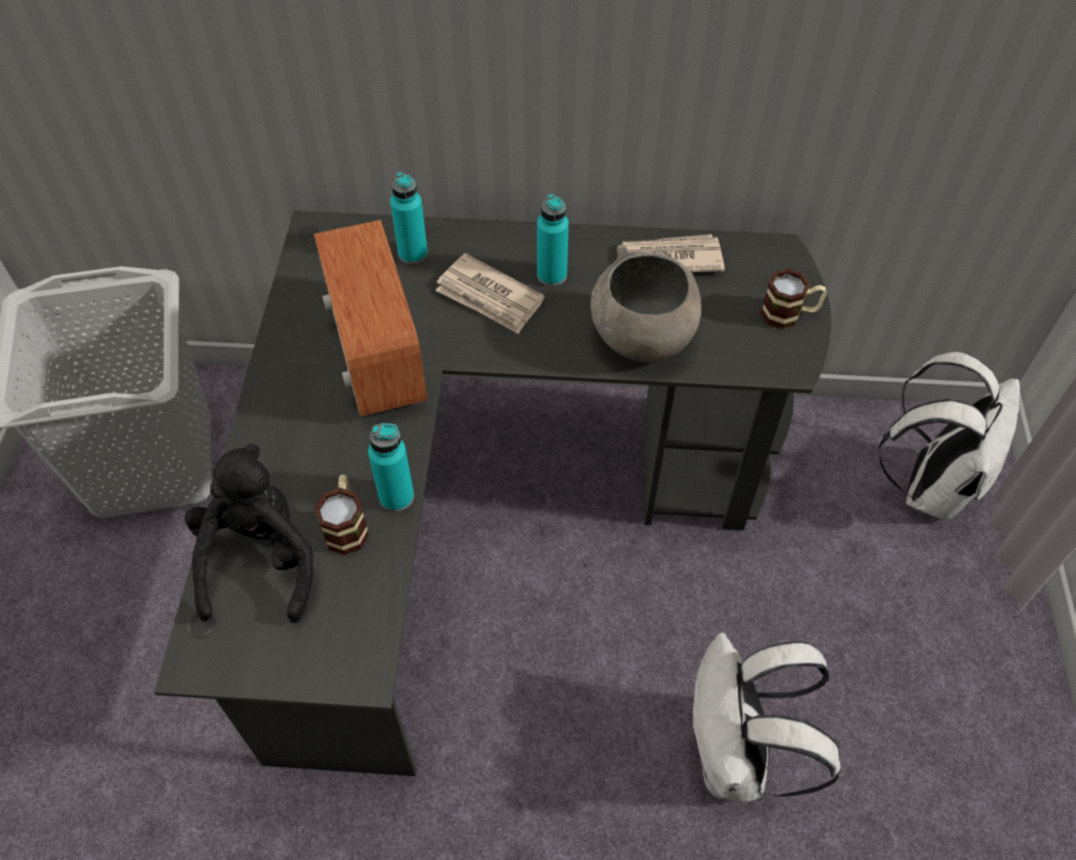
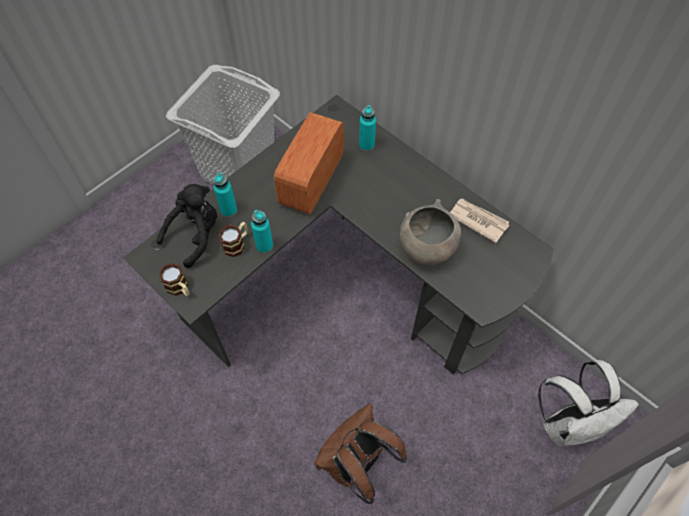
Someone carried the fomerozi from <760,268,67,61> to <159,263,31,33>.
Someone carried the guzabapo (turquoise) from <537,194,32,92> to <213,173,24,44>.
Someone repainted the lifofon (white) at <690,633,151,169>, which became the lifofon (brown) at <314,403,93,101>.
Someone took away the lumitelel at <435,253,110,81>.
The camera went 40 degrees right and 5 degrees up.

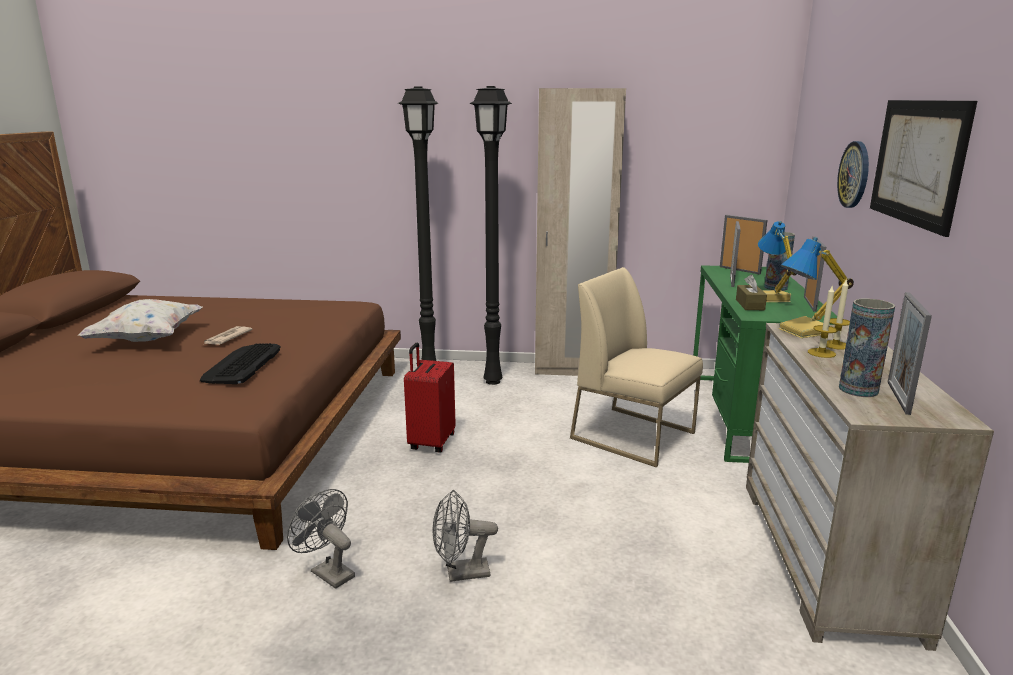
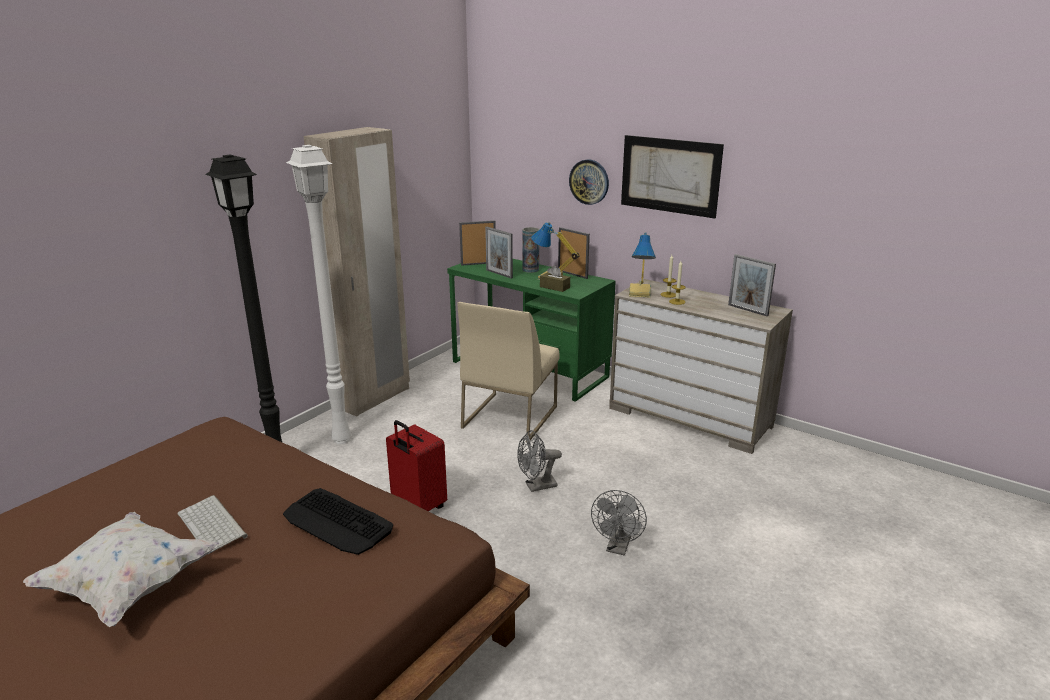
Someone swapped the lumitelel at <204,326,48,19> for the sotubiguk at <177,495,71,59>.
Someone repainted the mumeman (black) at <469,86,43,299>, which became the mumeman (white) at <286,145,66,299>.
Someone rotated the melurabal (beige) at <570,267,133,200> by 45 degrees counterclockwise.
Someone carried the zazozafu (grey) from <287,489,68,100> to <517,430,45,62>.
Someone took away the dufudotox at <839,298,56,99>.
The camera went 60 degrees left and 5 degrees up.

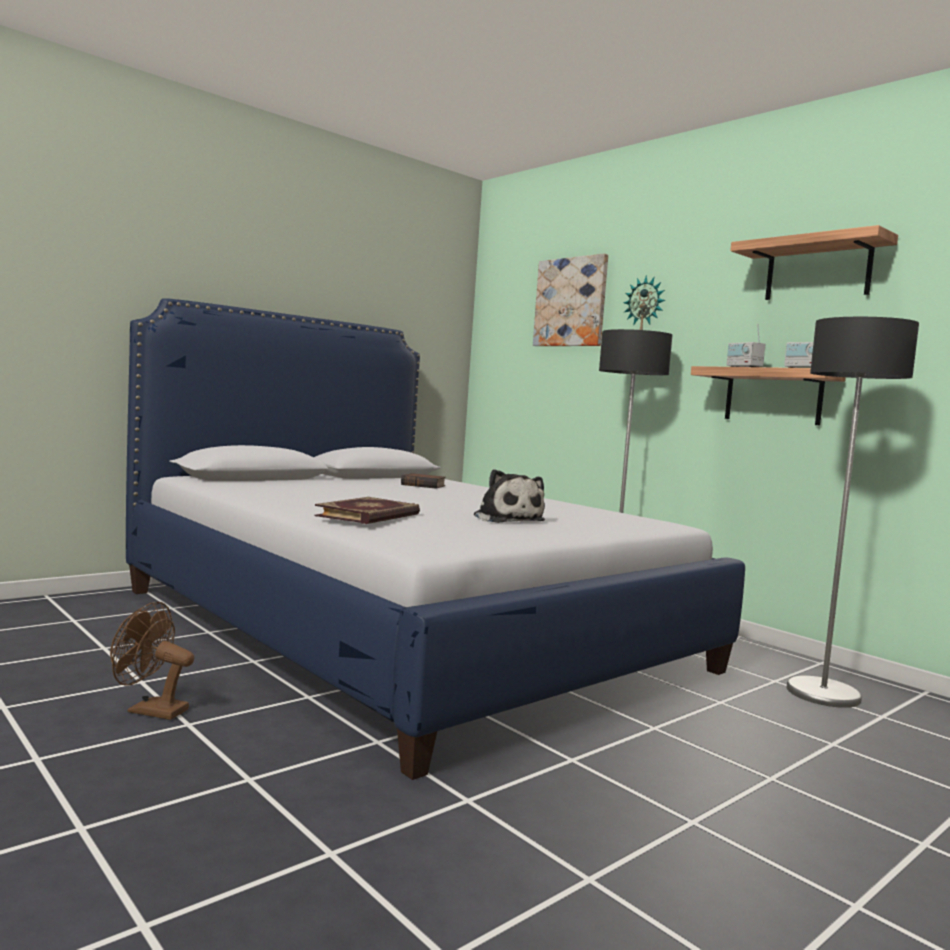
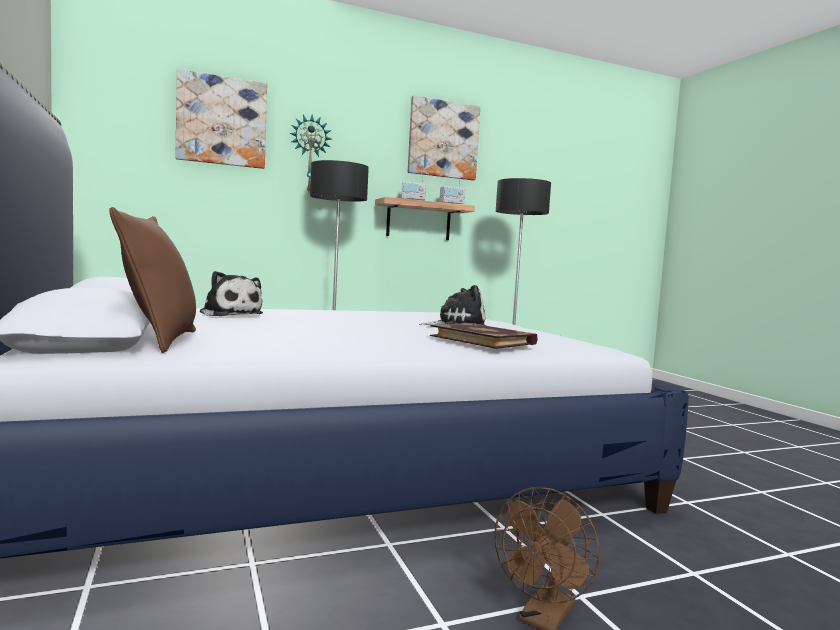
Someone put down the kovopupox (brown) at <109,207,87,146>.
Someone swapped the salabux at <401,473,45,16> for the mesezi at <200,271,63,45>.
Someone swapped the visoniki at <730,225,168,75> for the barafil at <408,95,72,85>.
The camera went 70 degrees left and 0 degrees up.

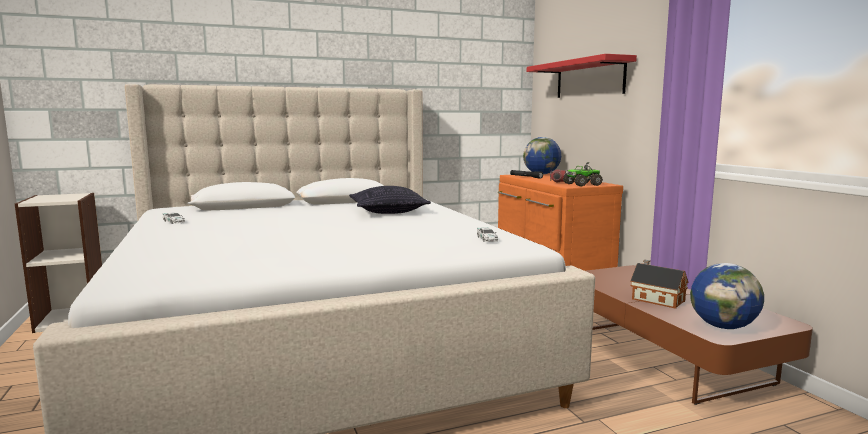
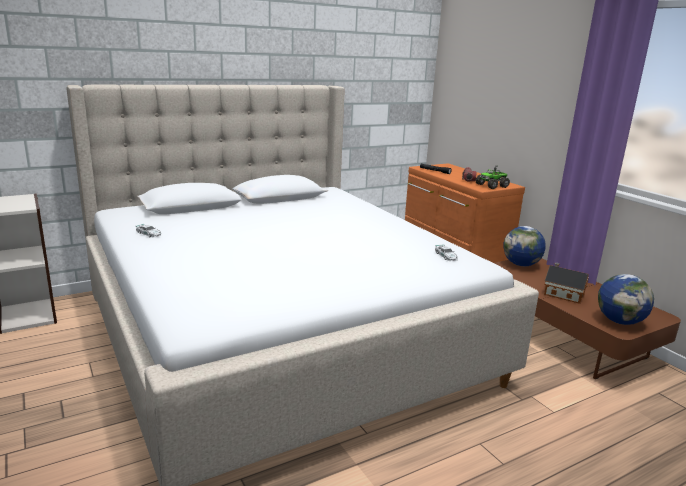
Someone carried the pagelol from <523,137,38,38> to <503,226,43,40>.
Someone took away the kovopupox at <349,186,82,28>.
Someone took away the visoniki (red) at <527,54,110,44>.
The camera went 10 degrees left and 10 degrees up.

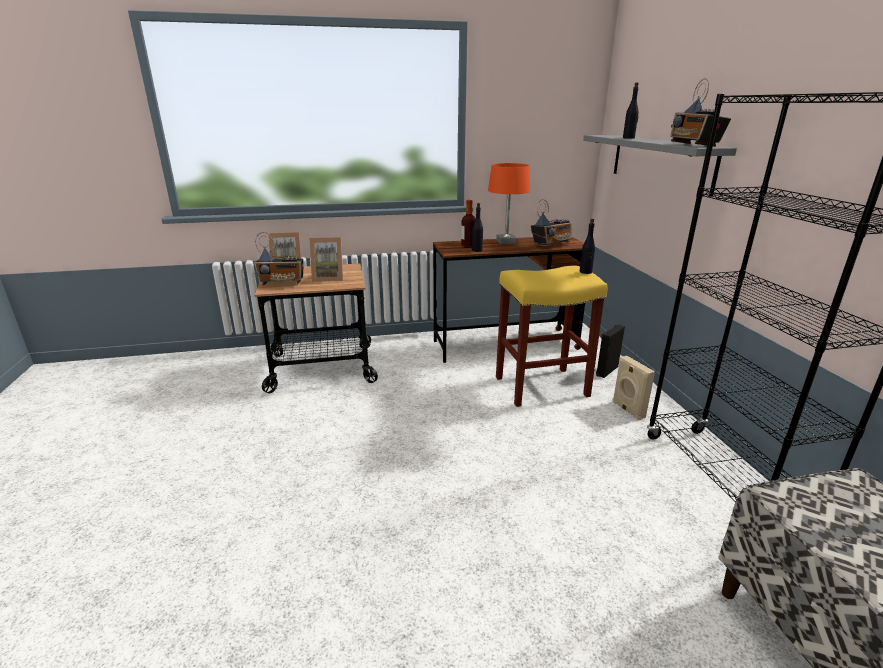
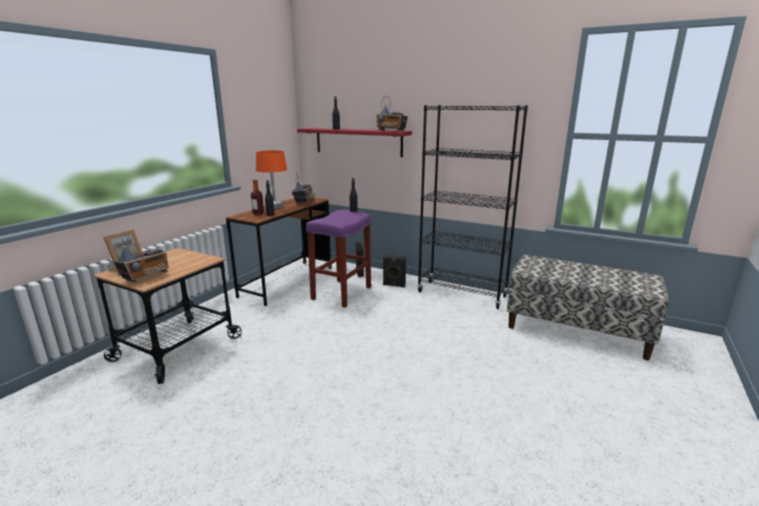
Someone repainted the visoniki (grey) at <583,135,154,62>, which became the visoniki (red) at <297,128,115,29>.
Someone repainted the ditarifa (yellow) at <496,265,111,142>, which became the ditarifa (purple) at <306,210,65,98>.
Someone repainted the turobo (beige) at <612,356,43,64>, which became the turobo (black) at <383,255,23,33>.
Someone took away the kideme at <310,237,33,45>.
The camera went 50 degrees left and 5 degrees down.

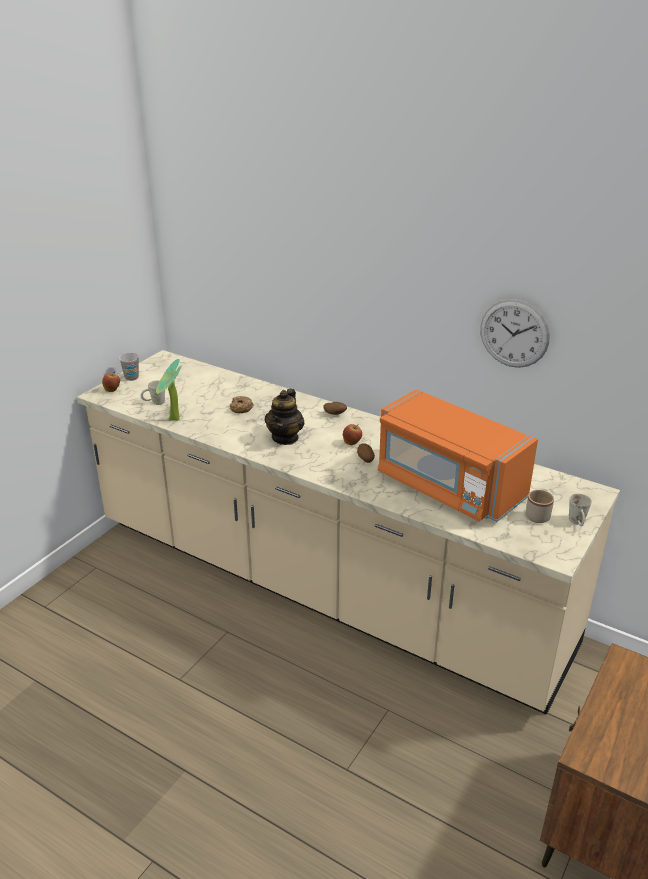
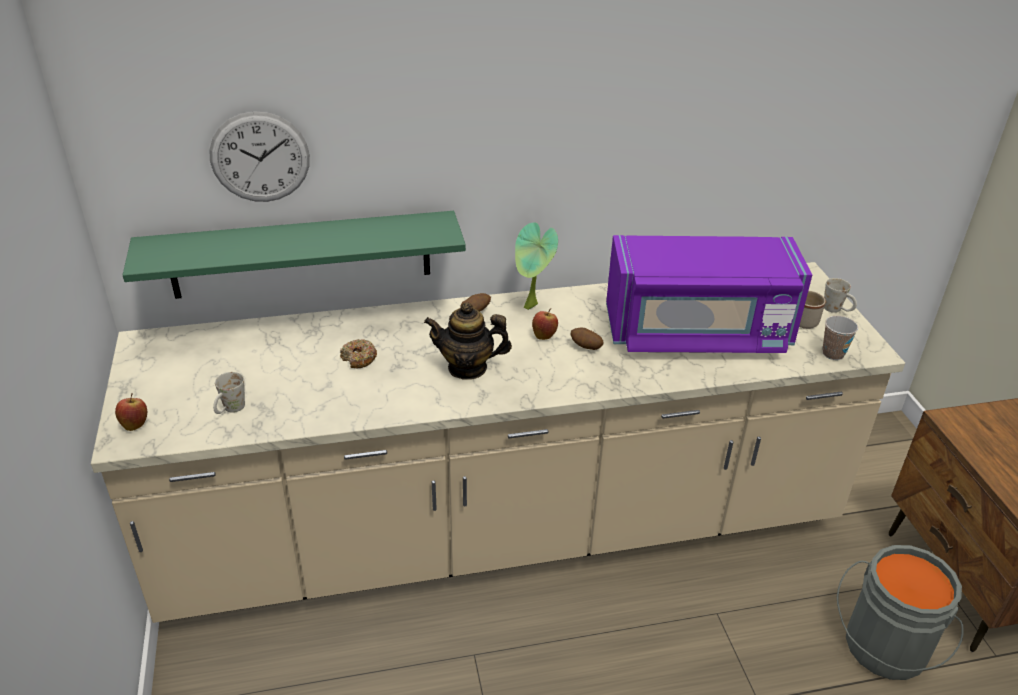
Someone put up the visoniki (green) at <123,211,343,88>.
Someone carried the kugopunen from <480,299,70,69> to <209,111,101,91>.
Someone rotated the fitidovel at <265,389,40,56> by 120 degrees clockwise.
Someone carried the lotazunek from <156,359,26,62> to <515,222,43,88>.
Someone repainted the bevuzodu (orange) at <378,389,160,133>, which became the bevuzodu (purple) at <606,235,206,118>.
Someone carried the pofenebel from <119,353,20,28> to <823,316,35,44>.
Someone put down the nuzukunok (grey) at <837,545,127,135>.
The camera went 45 degrees left and 5 degrees up.

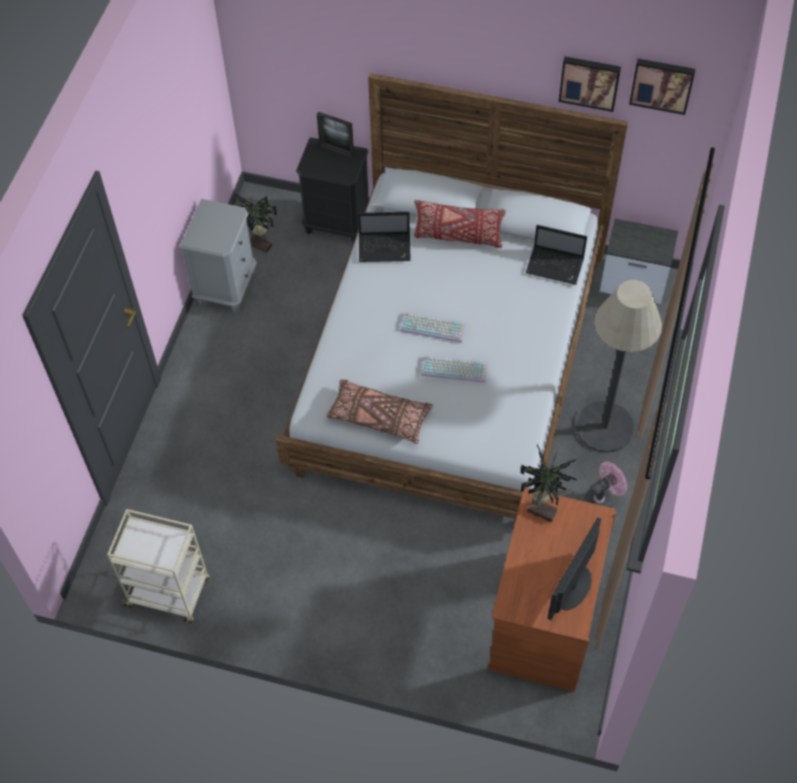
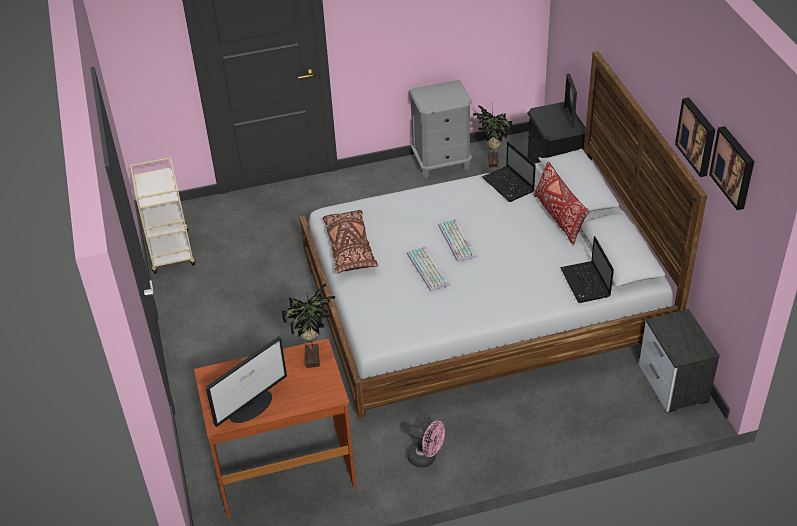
Someone rotated the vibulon at <547,517,54,103> by 135 degrees clockwise.
Someone took away the mumeman at <576,280,86,173>.
The camera went 60 degrees right and 15 degrees down.

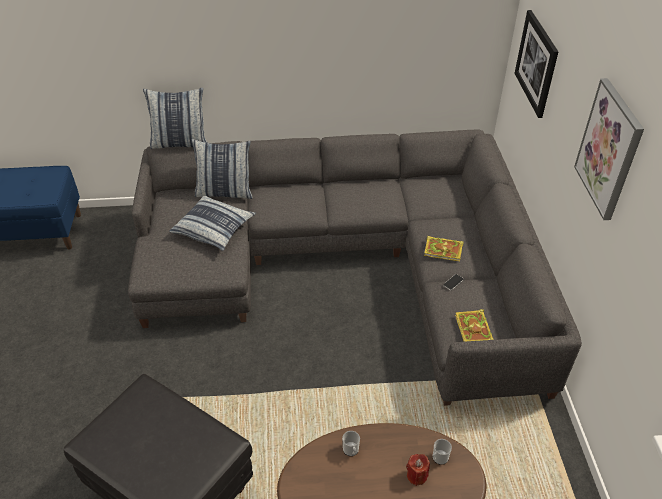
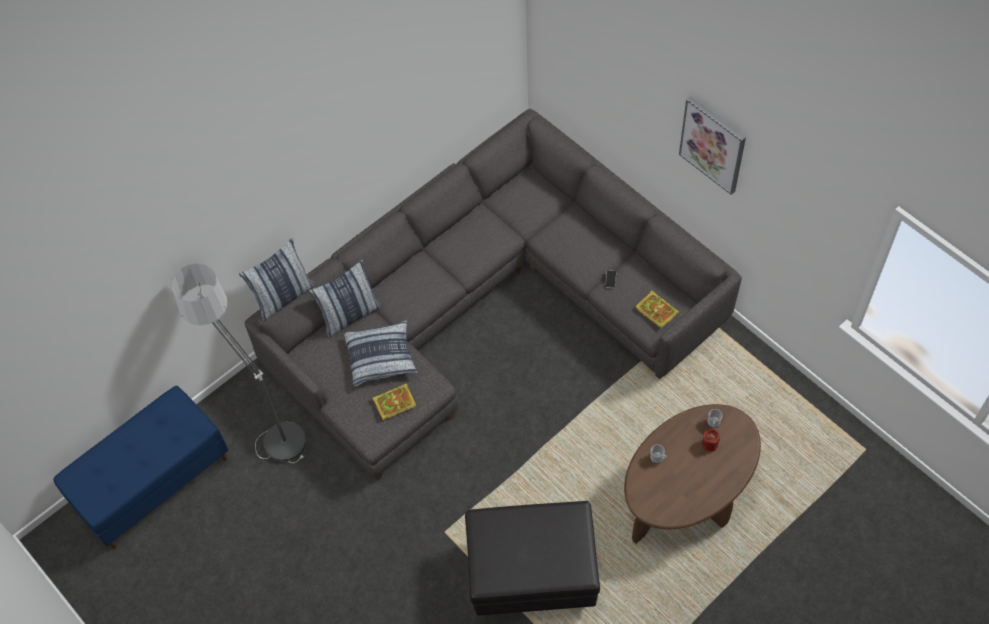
Someone put down the mumeman at <172,264,134,199>.
Someone carried the salabux from <424,236,40,25> to <372,384,44,36>.
Someone took away the barafil at <514,10,44,108>.
The camera went 35 degrees left and 15 degrees up.

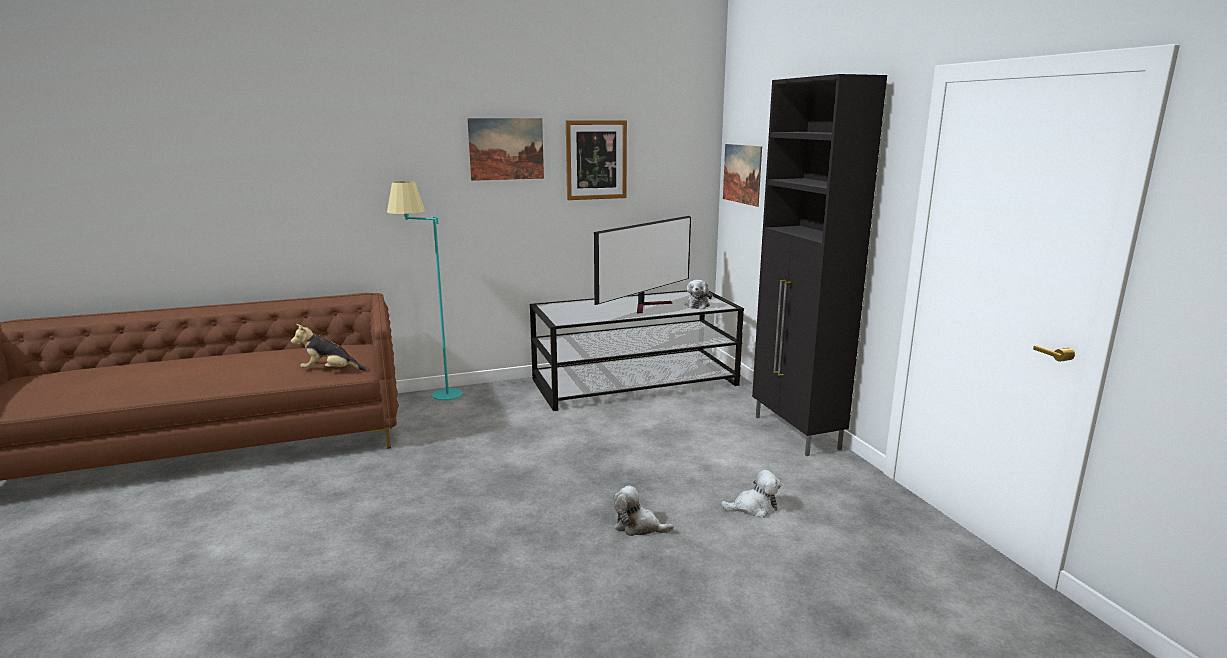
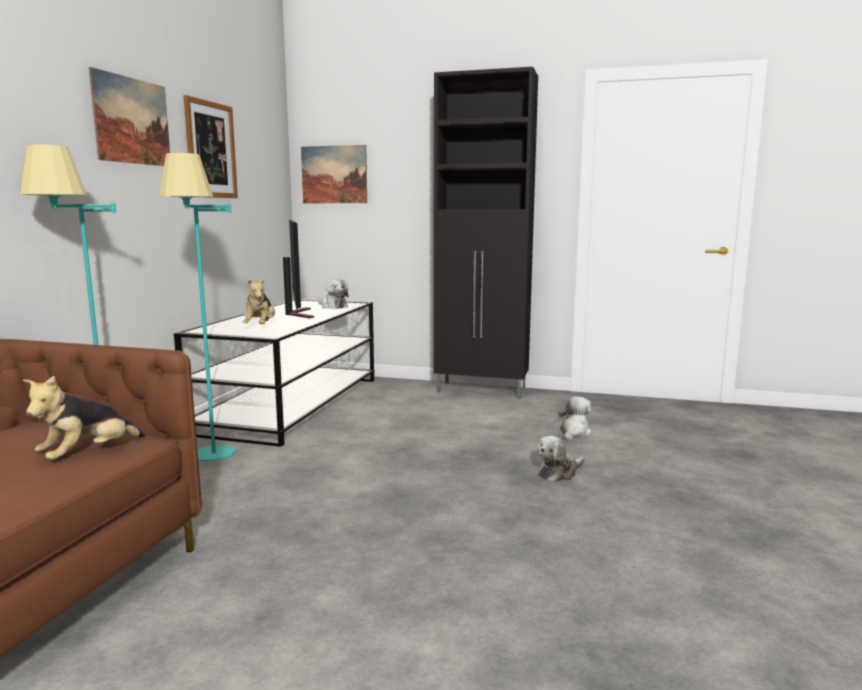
Someone put down the mumeman (turquoise) at <158,153,77,308>.
Someone put down the mesezi at <243,277,32,47>.
The camera went 55 degrees left and 5 degrees down.

